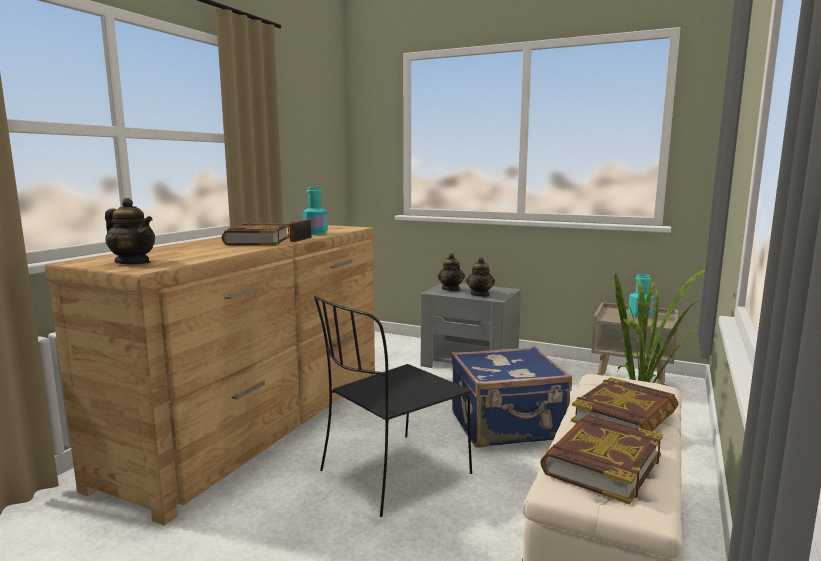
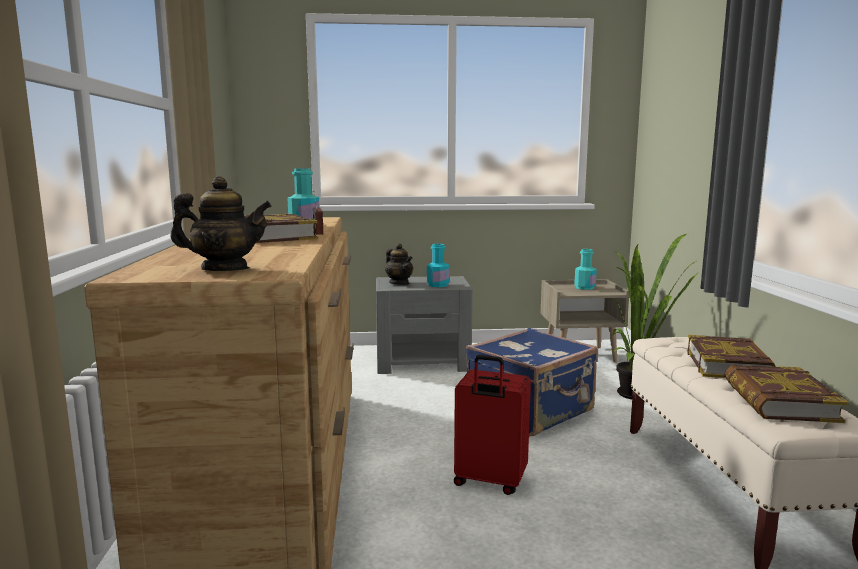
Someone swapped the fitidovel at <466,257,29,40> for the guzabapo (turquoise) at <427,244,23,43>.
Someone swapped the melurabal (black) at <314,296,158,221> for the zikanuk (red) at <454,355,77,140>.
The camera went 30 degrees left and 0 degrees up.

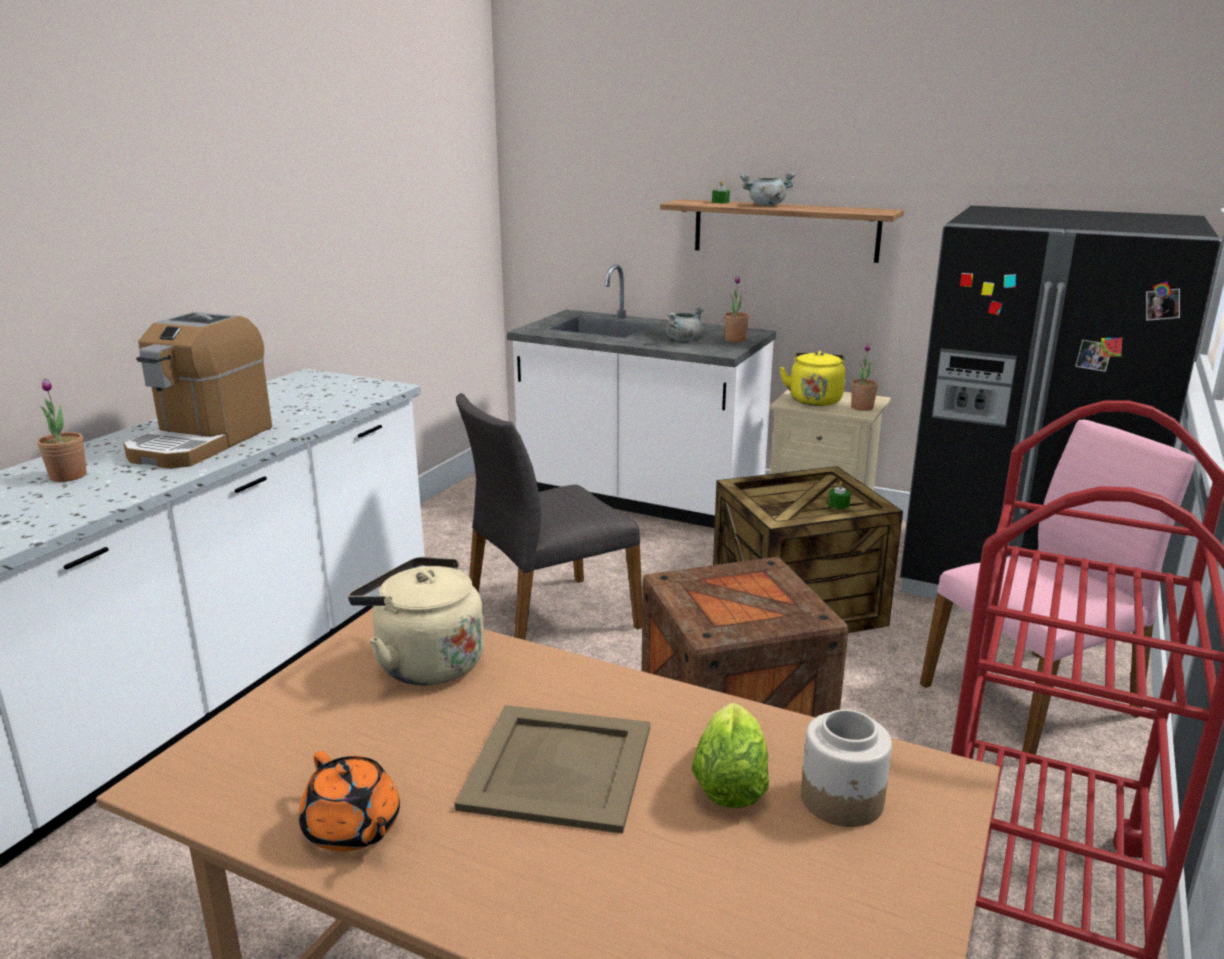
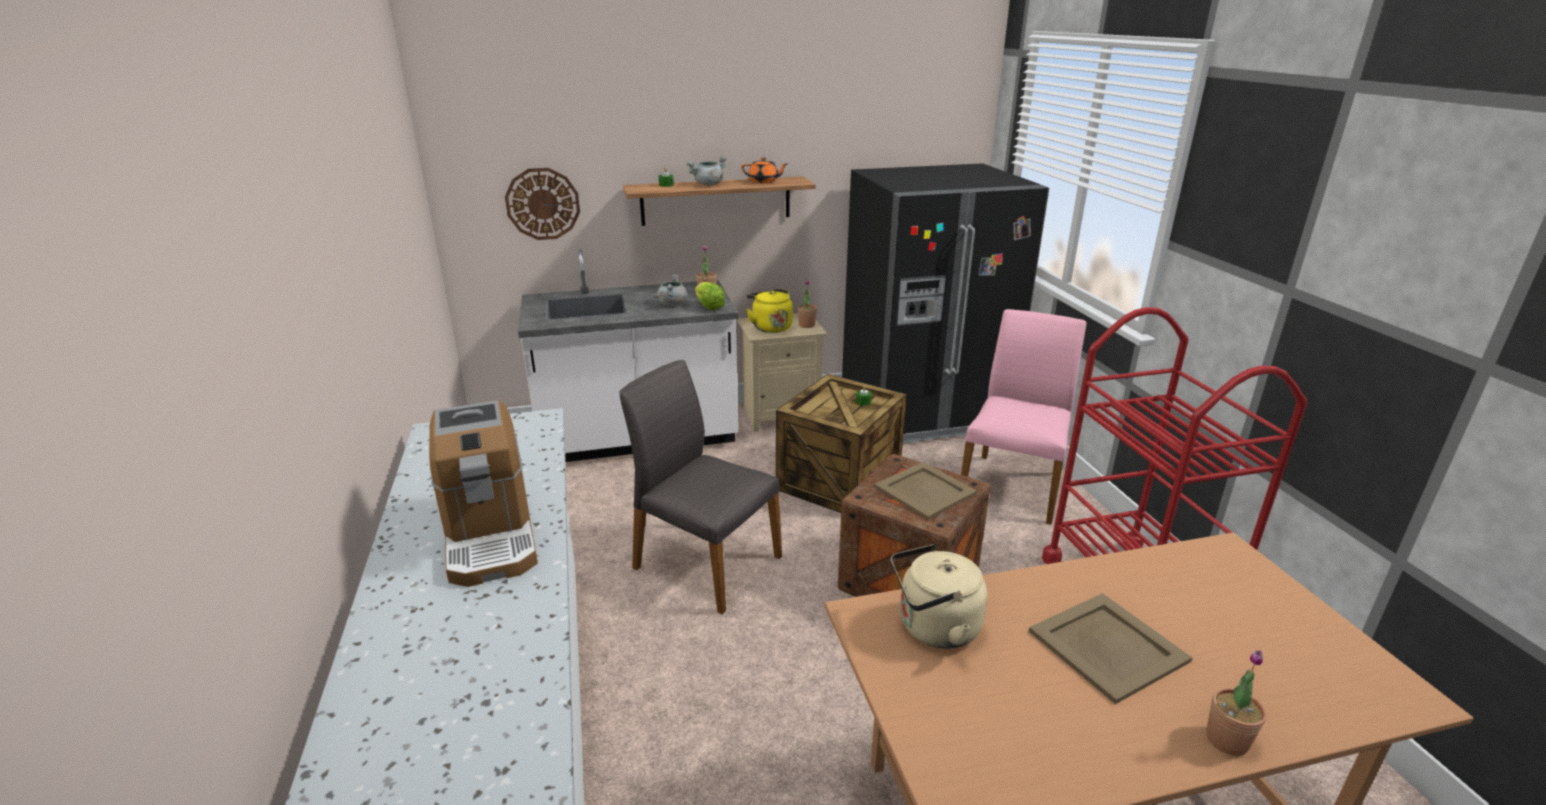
Someone put up the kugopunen at <505,168,75,72>.
Someone rotated the melurabal (grey) at <456,393,186,247> by 105 degrees clockwise.
Someone carried the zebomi from <691,703,78,105> to <695,282,30,28>.
Someone carried the fitidovel (orange) from <299,751,101,101> to <741,157,48,26>.
Someone put down the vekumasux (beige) at <874,462,103,58>.
Someone carried the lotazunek from <37,378,50,104> to <1206,650,61,106>.
Someone took away the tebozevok at <801,709,91,118>.
The camera went 40 degrees left and 5 degrees up.

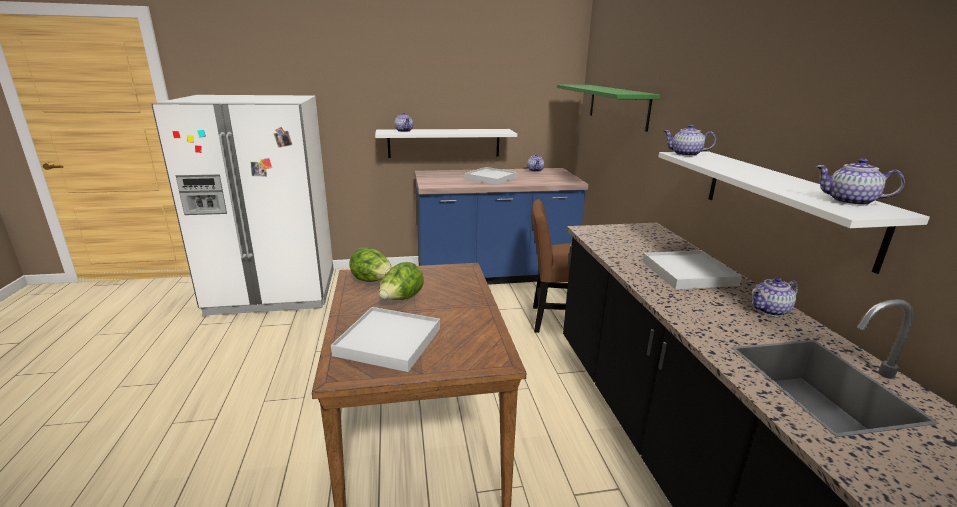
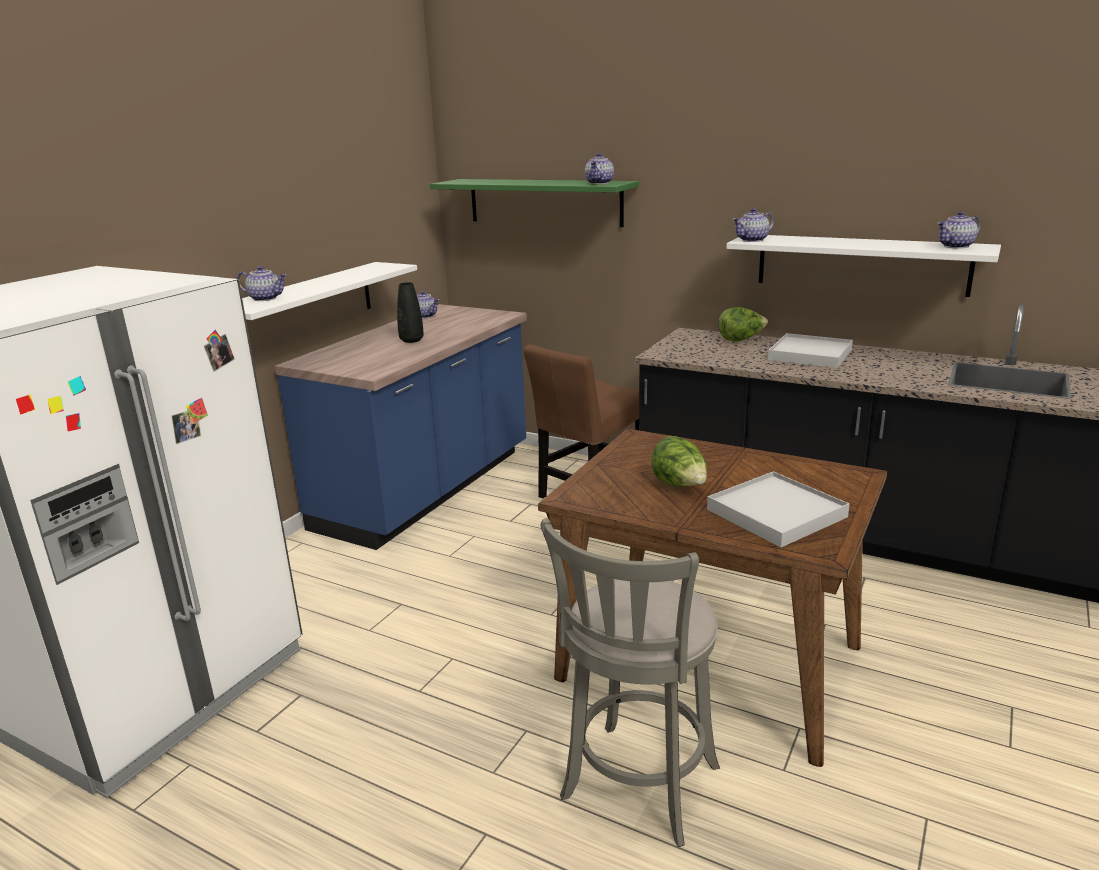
Someone swapped the vekumasux (white) at <464,167,54,18> for the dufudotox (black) at <397,282,27,61>.
Someone put down the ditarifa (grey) at <541,518,179,329>.
Someone carried the fitidovel from <752,277,46,40> to <585,153,29,31>.
Someone carried the zebomi from <349,247,43,35> to <718,307,50,35>.
The camera went 50 degrees left and 0 degrees up.

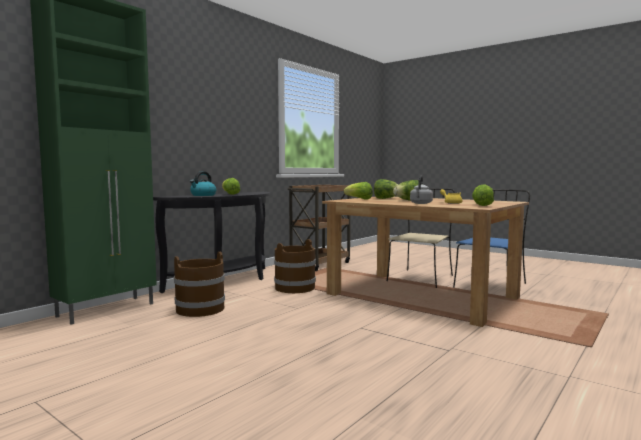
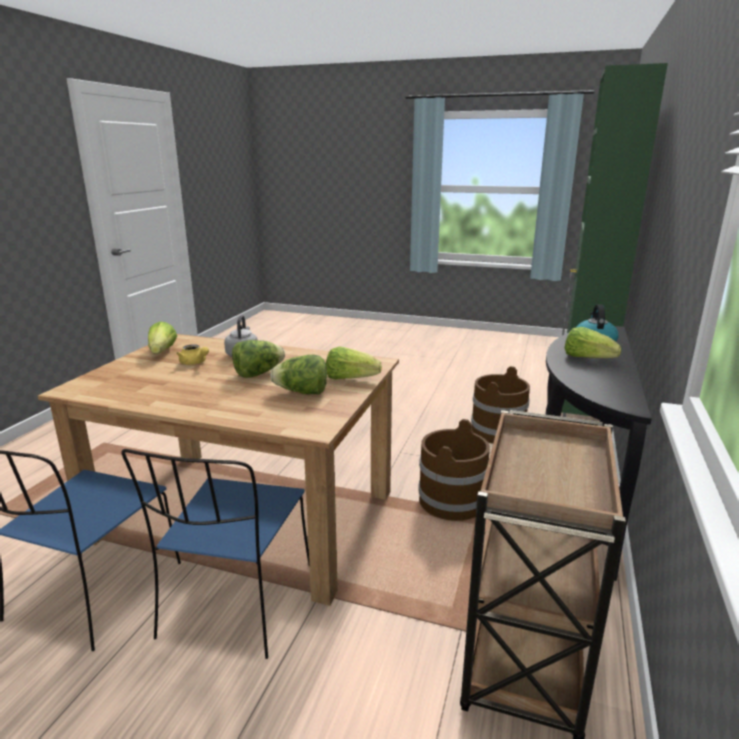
Someone repainted the melurabal (beige) at <387,188,68,100>, which became the melurabal (blue) at <121,449,188,210>.
The camera went 160 degrees right and 15 degrees up.

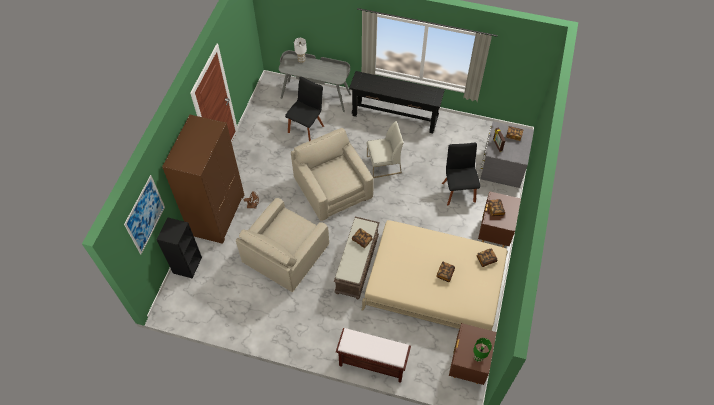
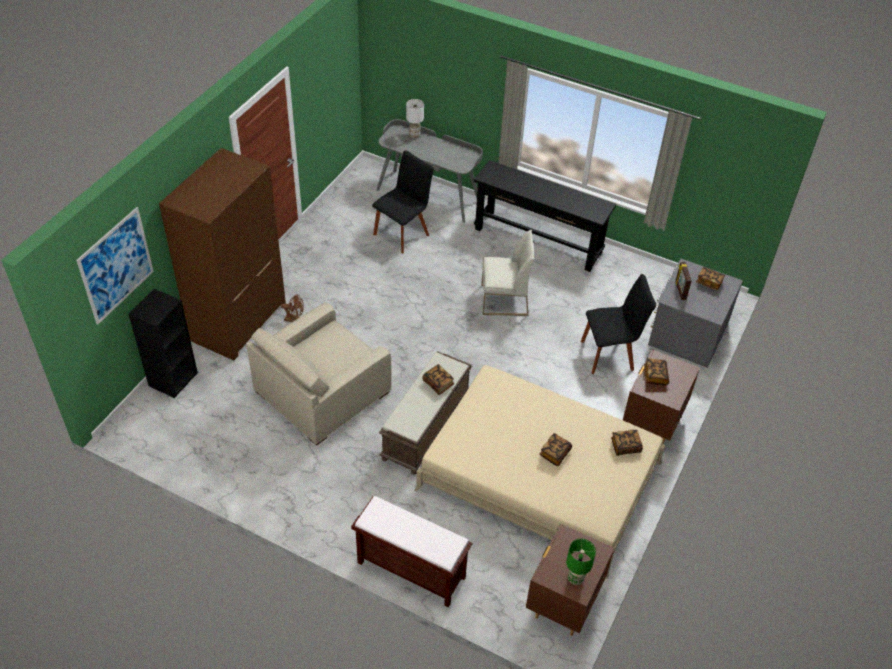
Someone rotated the melurabal (black) at <442,143,38,62> by 75 degrees clockwise.
Someone took away the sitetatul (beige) at <291,128,83,93>.
The camera went 10 degrees right and 10 degrees down.

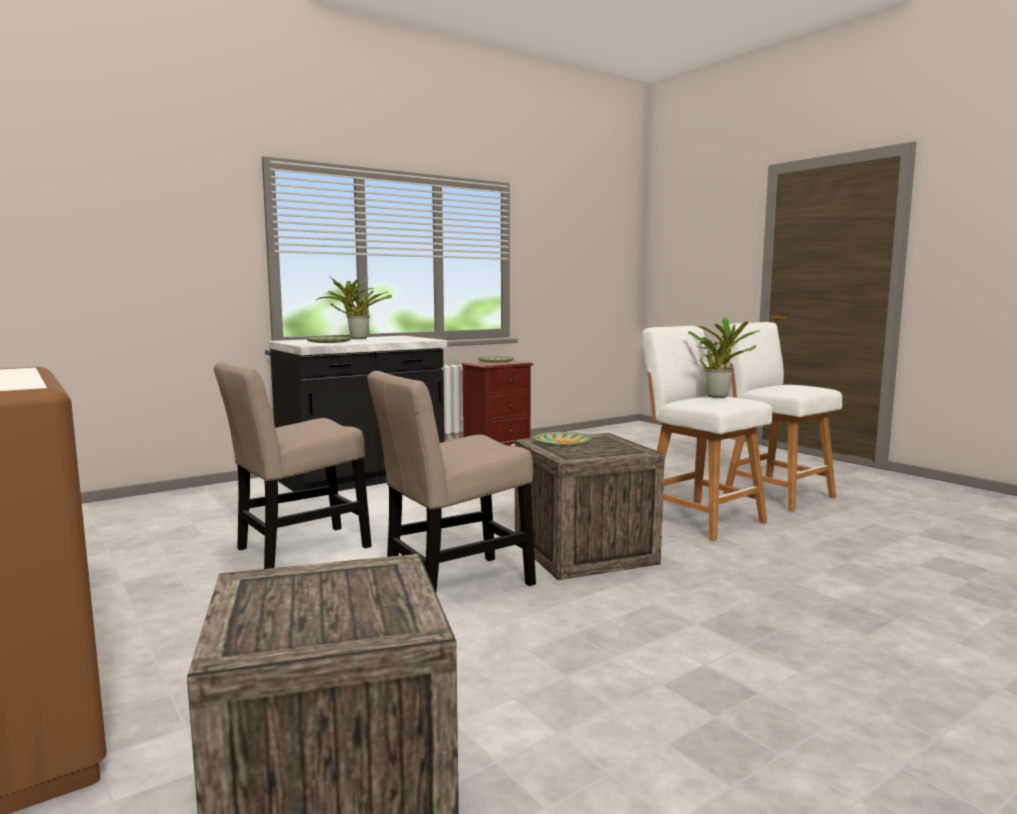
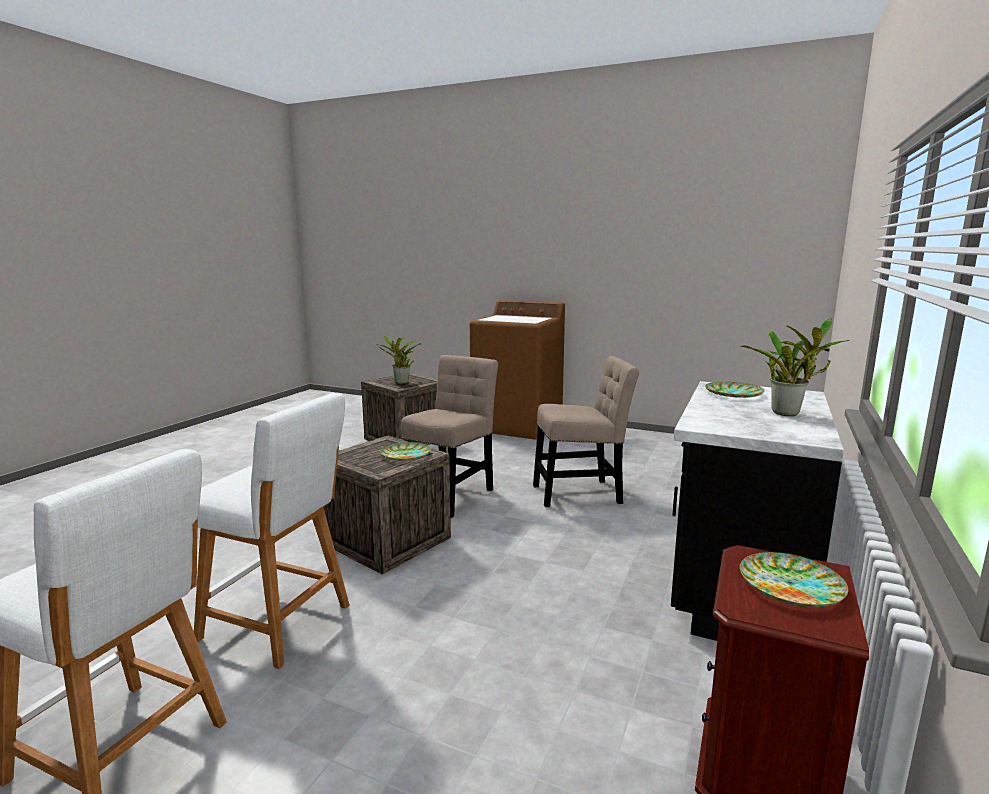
Someone carried the lotazunek from <688,317,72,81> to <377,336,44,48>.
Someone rotated the melurabal (beige) at <214,362,158,207> by 60 degrees clockwise.
The camera went 150 degrees right and 5 degrees up.

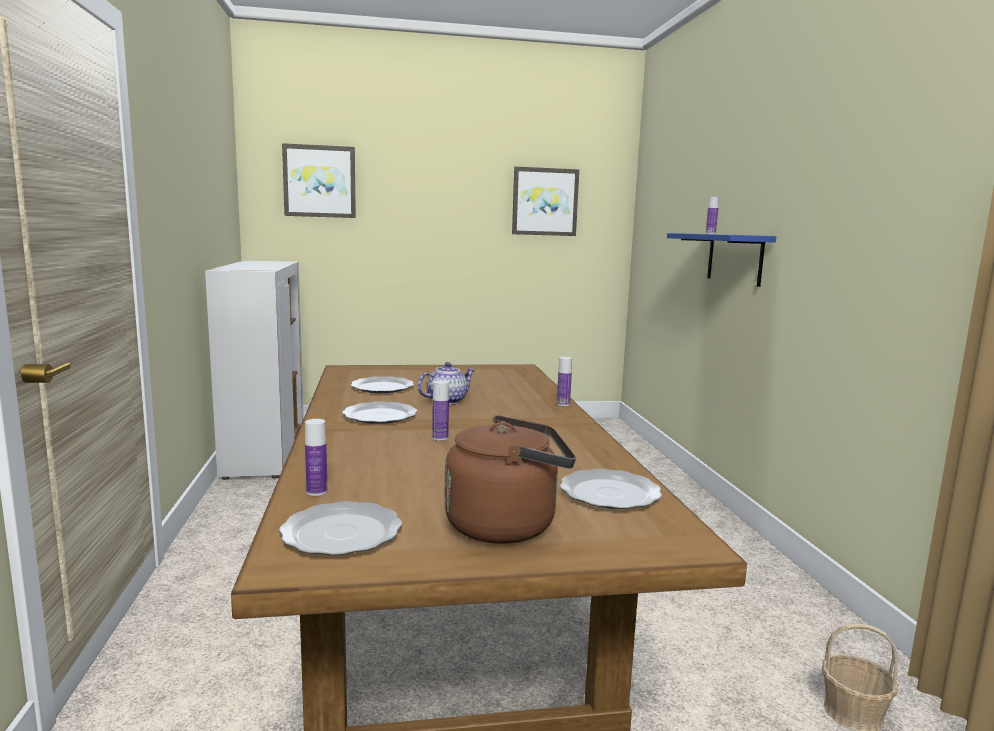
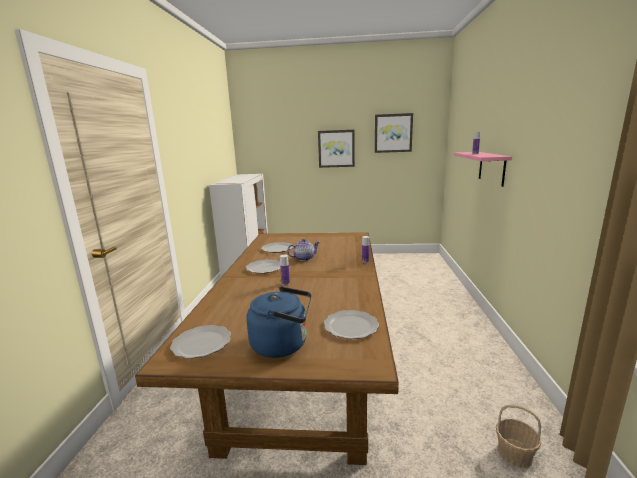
Someone repainted the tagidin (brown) at <444,415,132,129>, which became the tagidin (blue) at <246,286,65,72>.
Someone carried the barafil from <282,143,74,75> to <318,130,37,38>.
Someone repainted the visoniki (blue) at <667,233,109,54>, which became the visoniki (pink) at <454,152,58,35>.
Someone took away the guzabapo at <305,419,22,77>.
The camera went 15 degrees right and 5 degrees up.

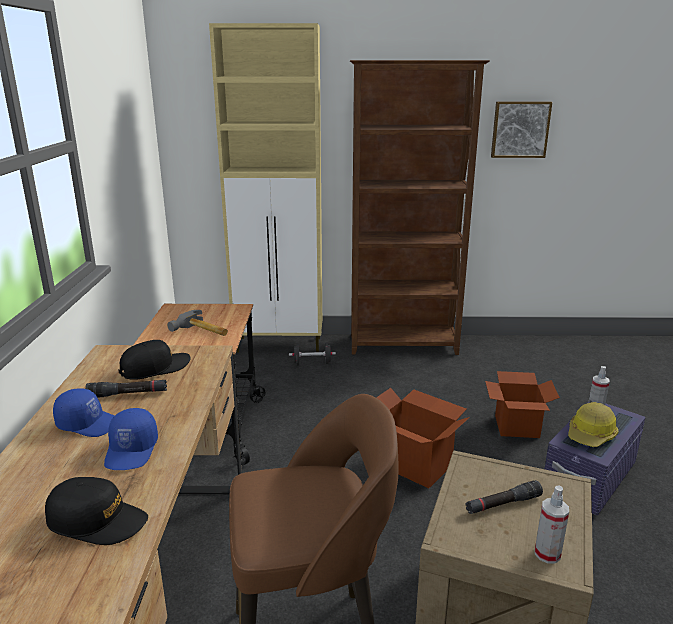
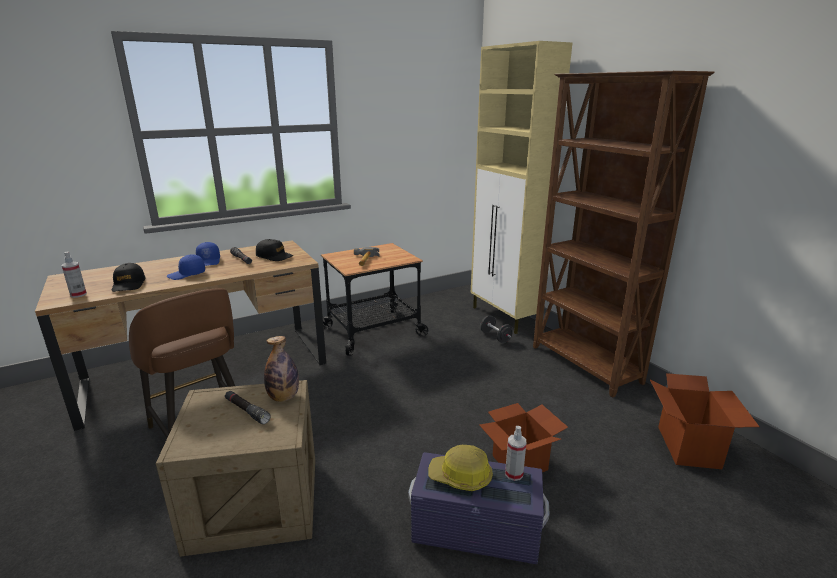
Someone carried the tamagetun from <535,486,34,78> to <62,252,25,46>.
Someone put down the guzabapo at <264,336,35,66>.
Someone carried the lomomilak from <376,388,94,100> to <650,373,110,96>.
Someone took away the barafil at <491,102,61,56>.
The camera went 60 degrees right and 0 degrees up.

